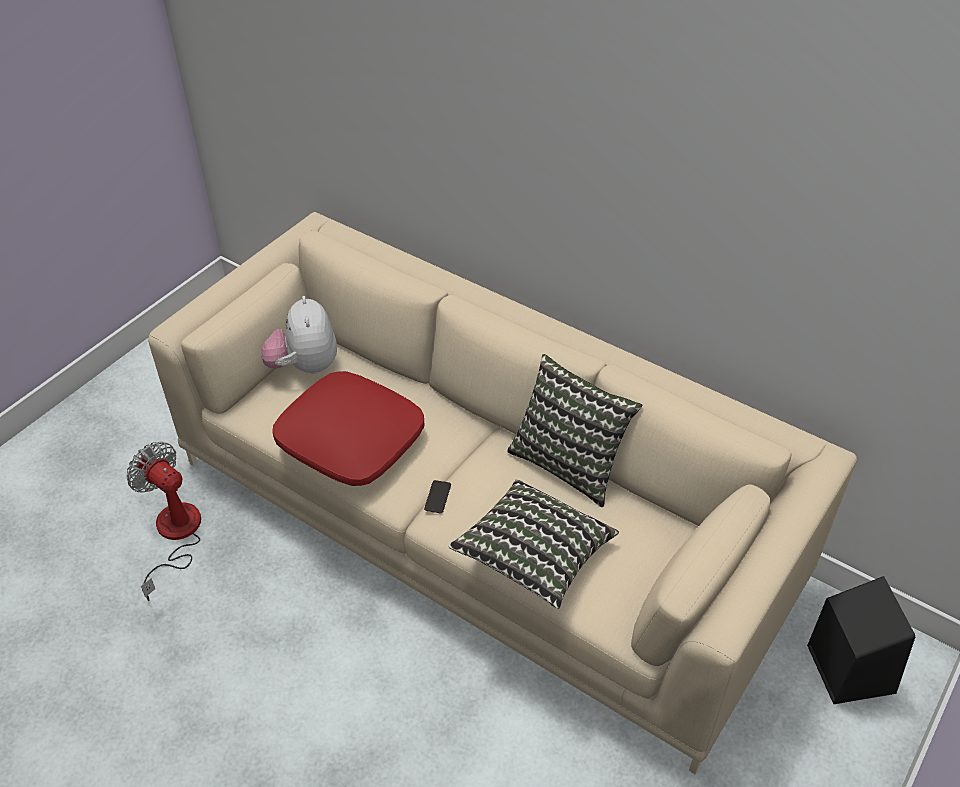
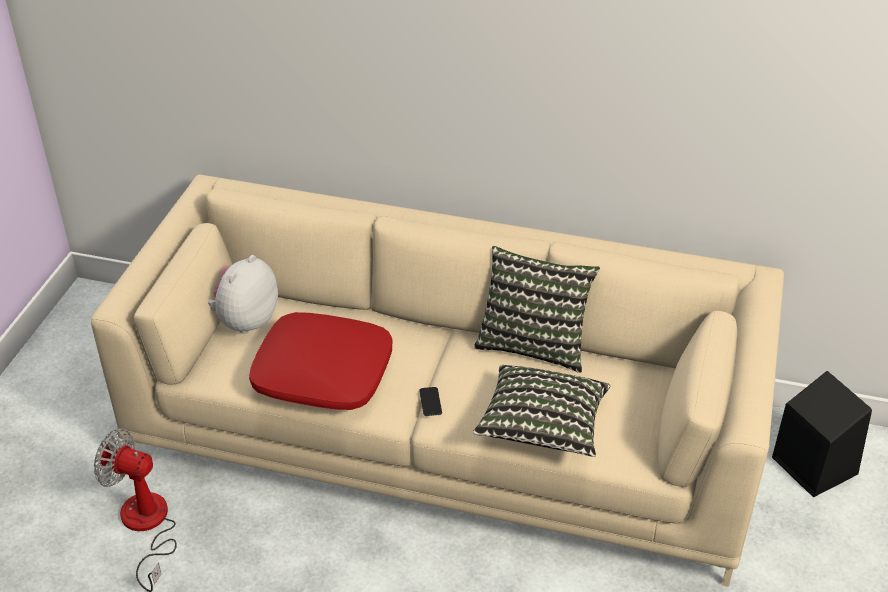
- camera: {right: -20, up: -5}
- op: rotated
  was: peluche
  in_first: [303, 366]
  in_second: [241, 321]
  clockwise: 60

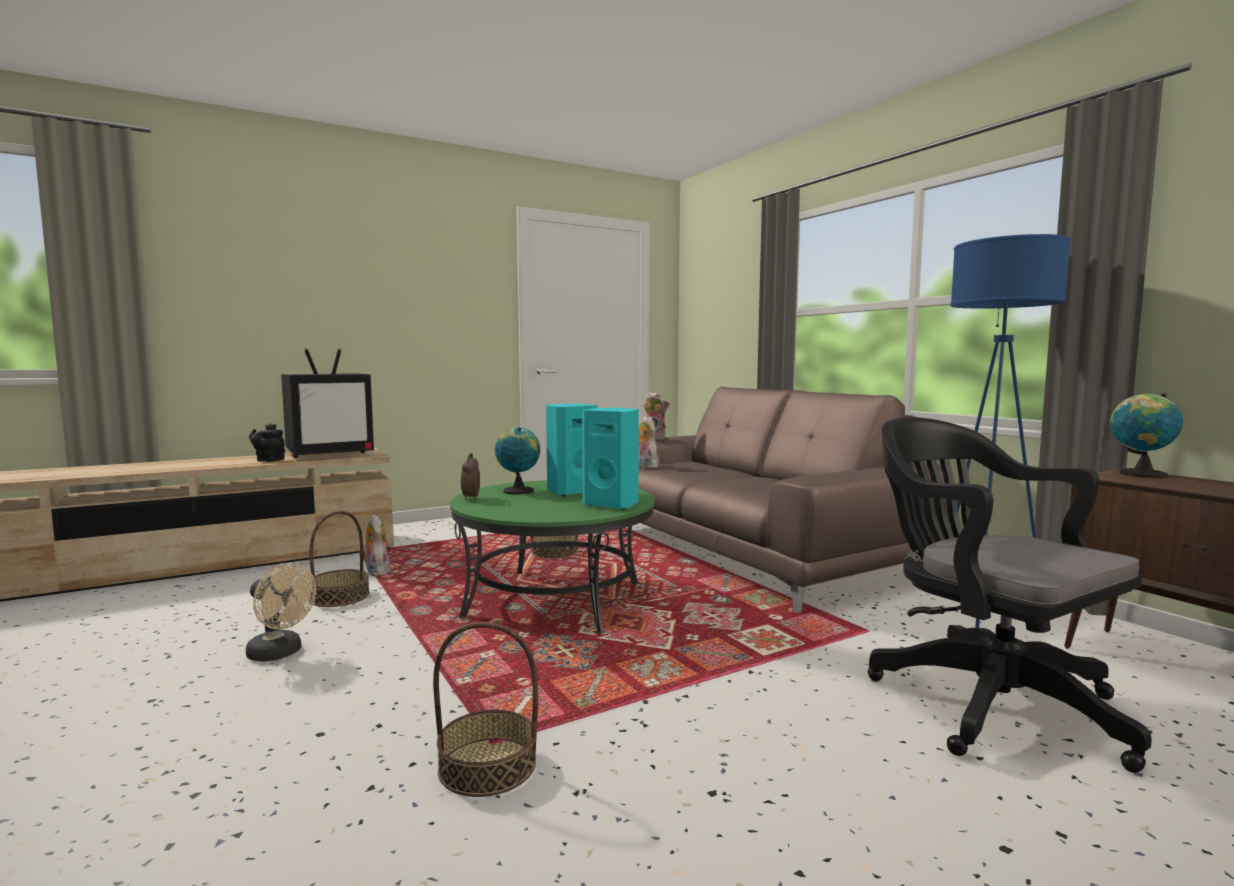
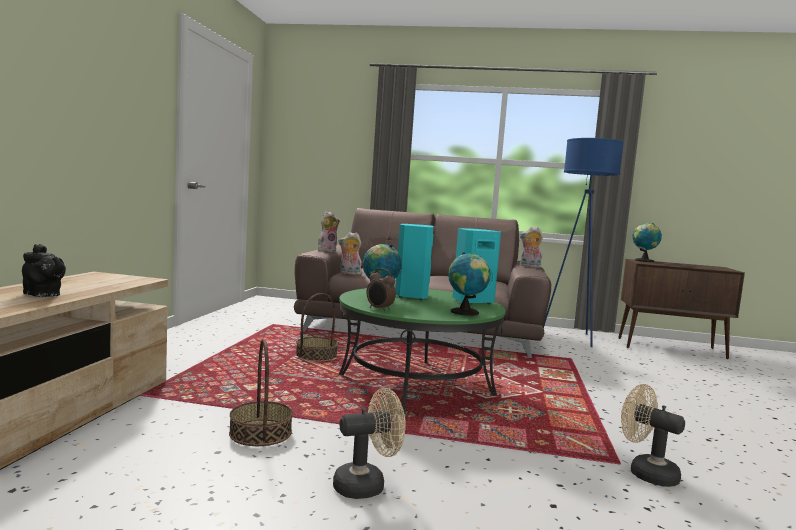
- camera: {right: -50, up: 0}
- op: gone
  was: televisor
  in_first: [331, 454]
- op: gone
  was: silla de oficina [negro]
  in_first: [985, 700]
- op: new
  now: globo terráqueo
  in_second: [466, 312]
- op: shifted
  was: peluche
  in_first: [376, 572]
  in_second: [529, 266]
- op: swapped
  was: cesta
  now: ventilador [beis]
  in_first: [487, 766]
  in_second: [646, 472]
- op: rotated
  was: tetera [negro]
  in_first: [268, 460]
  in_second: [43, 295]
  clockwise: -120

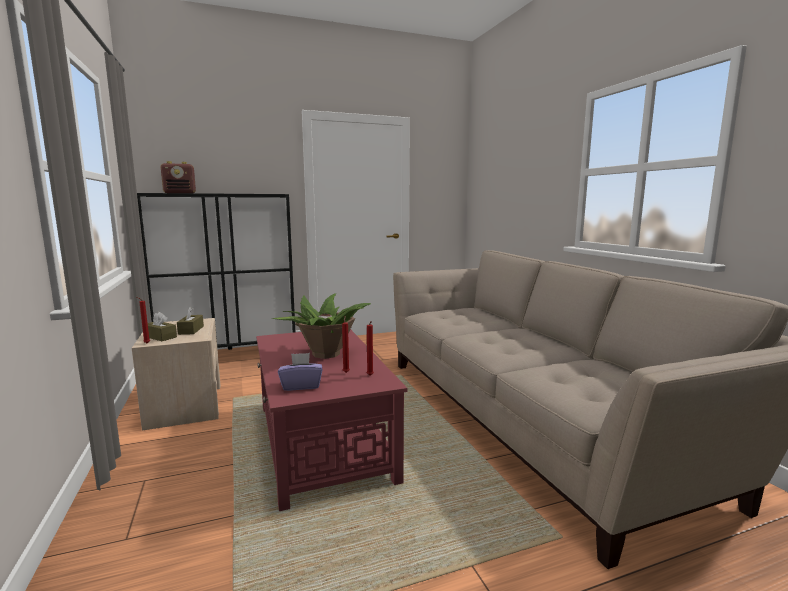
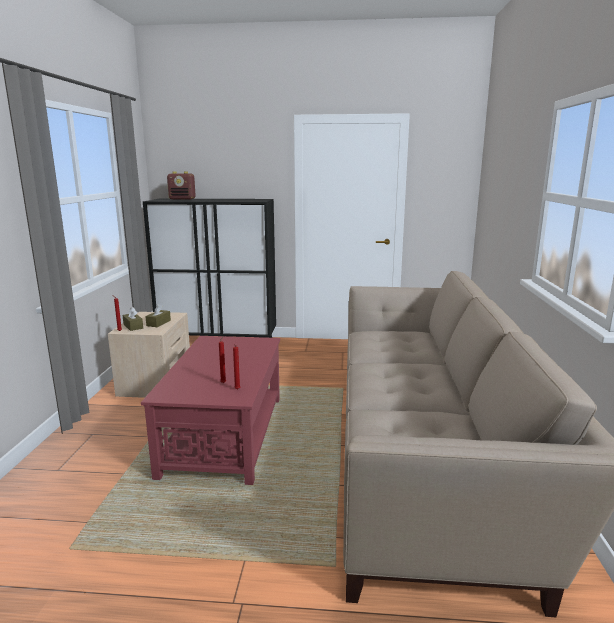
- camera: {right: 25, up: 5}
- op: gone
  was: planta en maceta
  in_first: [326, 354]
- op: gone
  was: caja de pañuelos [morado]
  in_first: [301, 385]

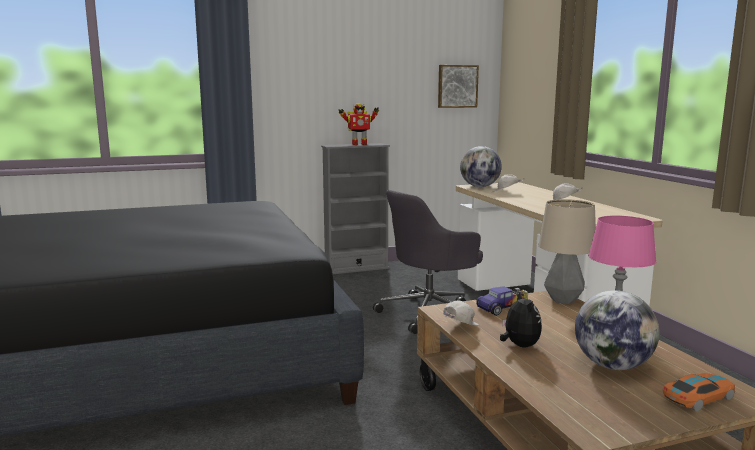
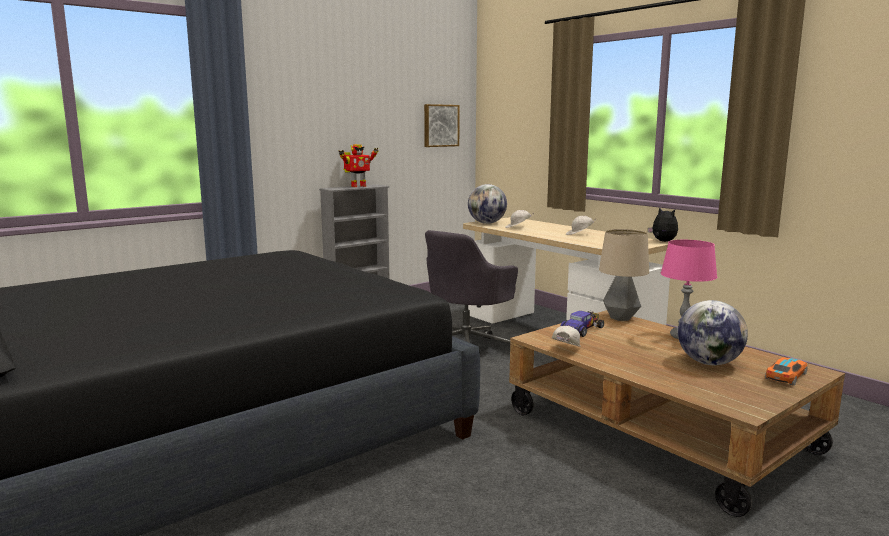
- camera: {right: -20, up: 0}
- op: shifted
  was: peluche
  in_first: [519, 345]
  in_second: [662, 241]

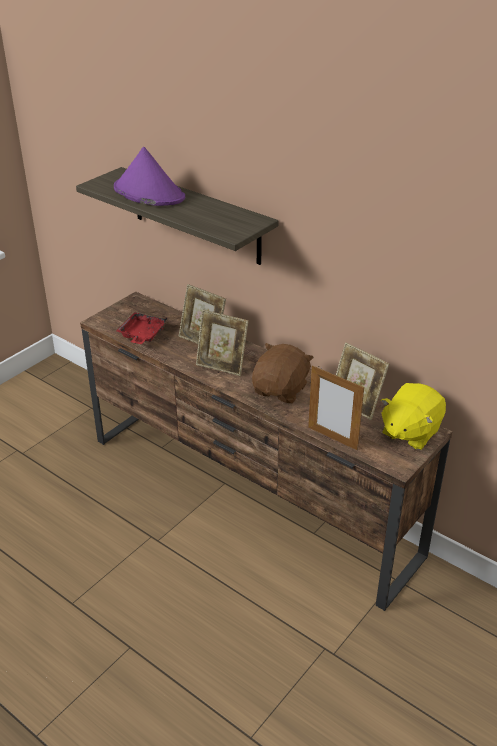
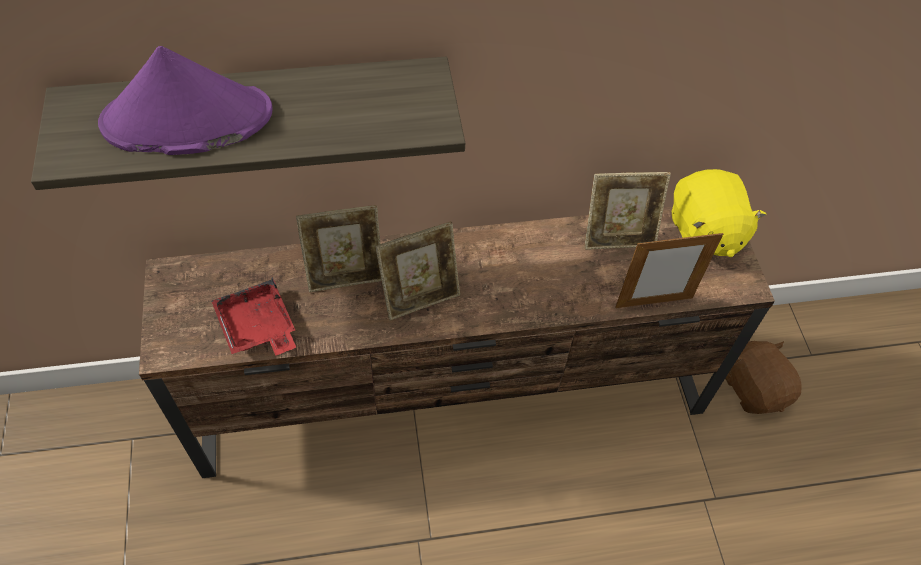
- camera: {right: -50, up: 20}
- op: shifted
  was: peluche [marrón]
  in_first: [281, 390]
  in_second: [754, 388]

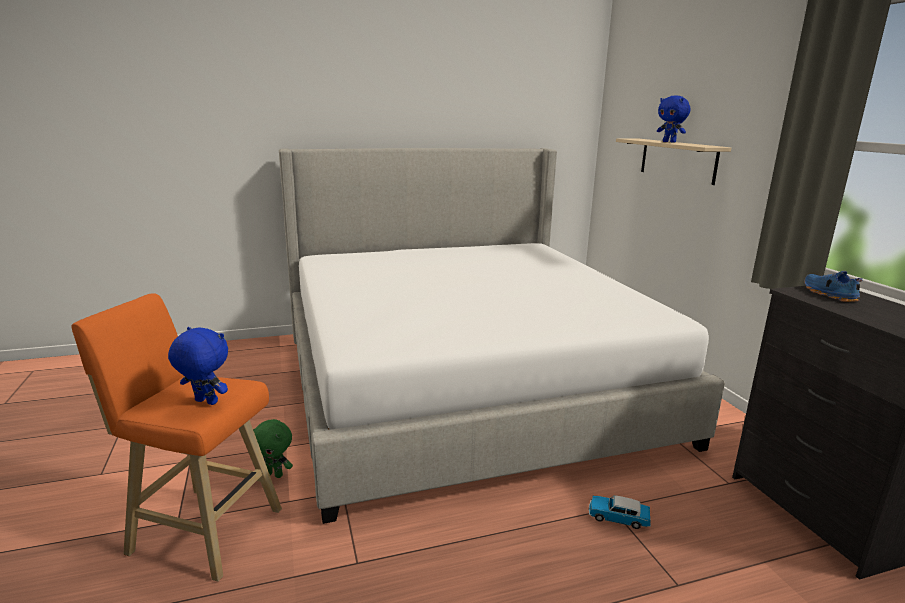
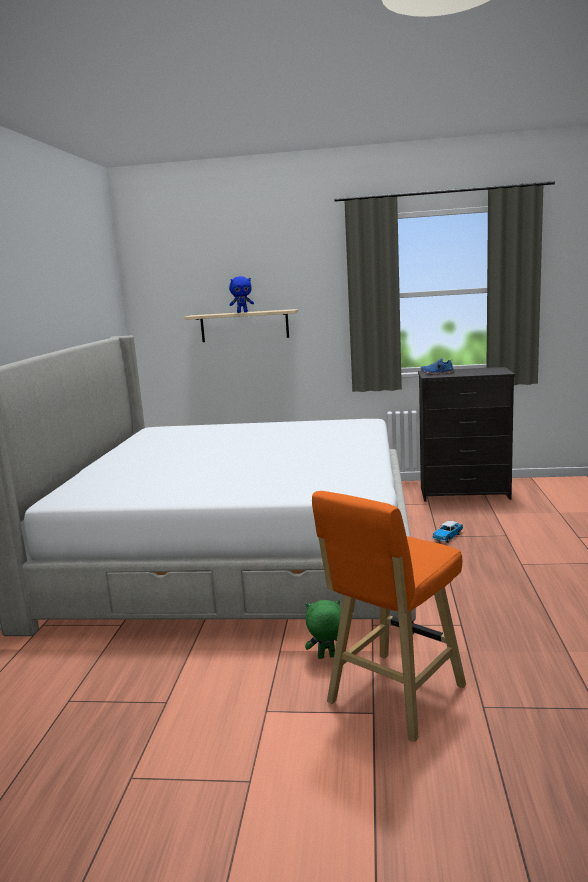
- camera: {right: -65, up: -5}
- op: gone
  was: peluche [azul]
  in_first: [205, 402]
- op: rotated
  was: peluche [verde]
  in_first: [274, 474]
  in_second: [326, 657]
  clockwise: -135

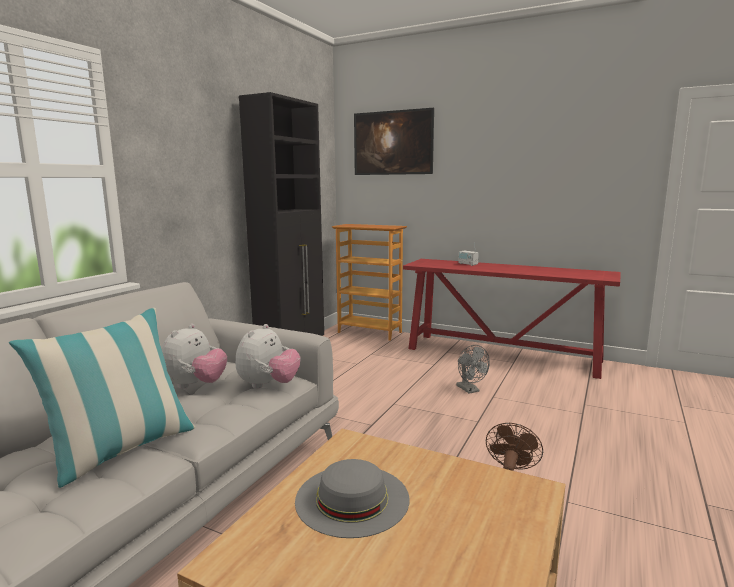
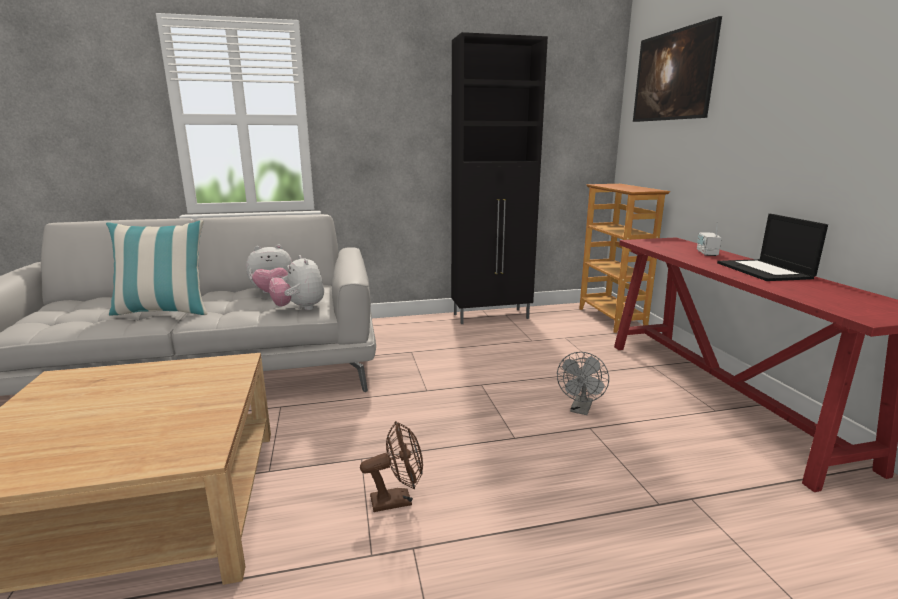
- camera: {right: 50, up: 5}
- op: gone
  was: sombrero [gris]
  in_first: [352, 498]
- op: new
  now: portátil
  in_second: [765, 271]
- op: rotated
  was: peluche
  in_first: [268, 385]
  in_second: [299, 308]
  clockwise: 75

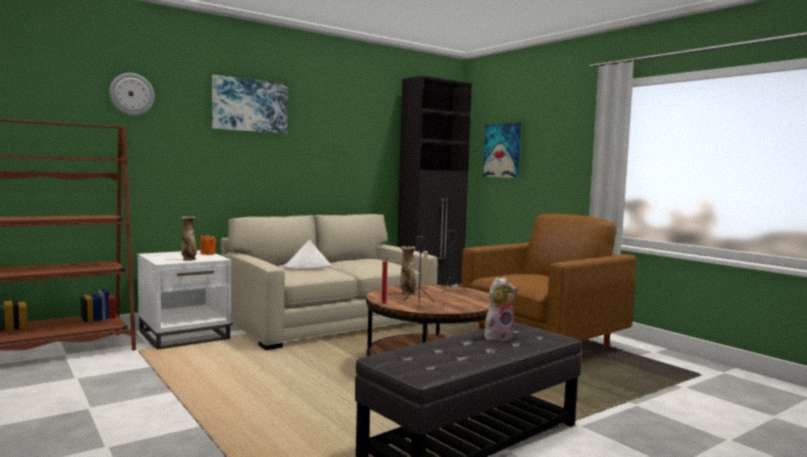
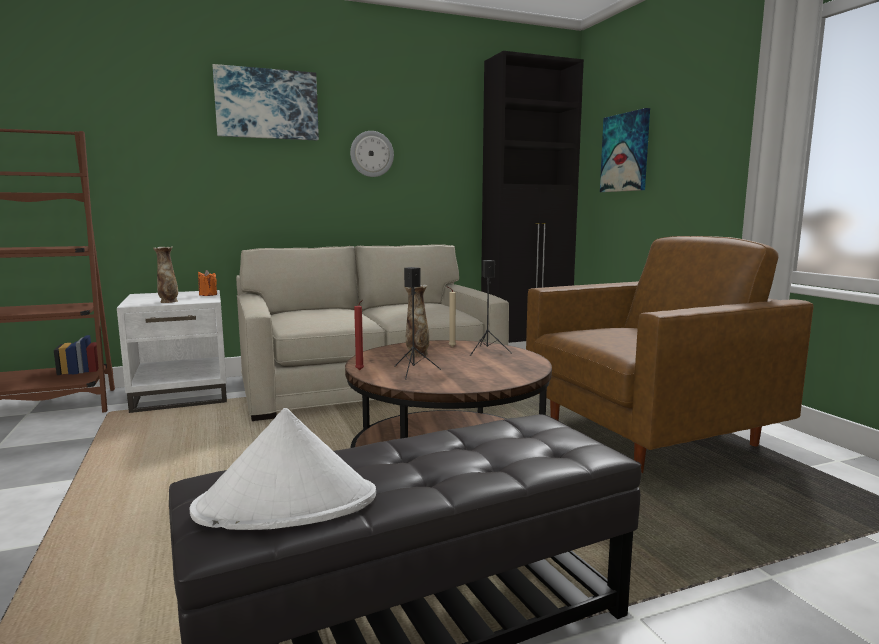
- camera: {right: 15, up: 5}
- op: gone
  was: peluche
  in_first: [498, 337]
- op: shifted
  was: reloj de pared
  in_first: [132, 94]
  in_second: [371, 154]
- op: shifted
  was: sombrero [blanco]
  in_first: [308, 267]
  in_second: [287, 504]

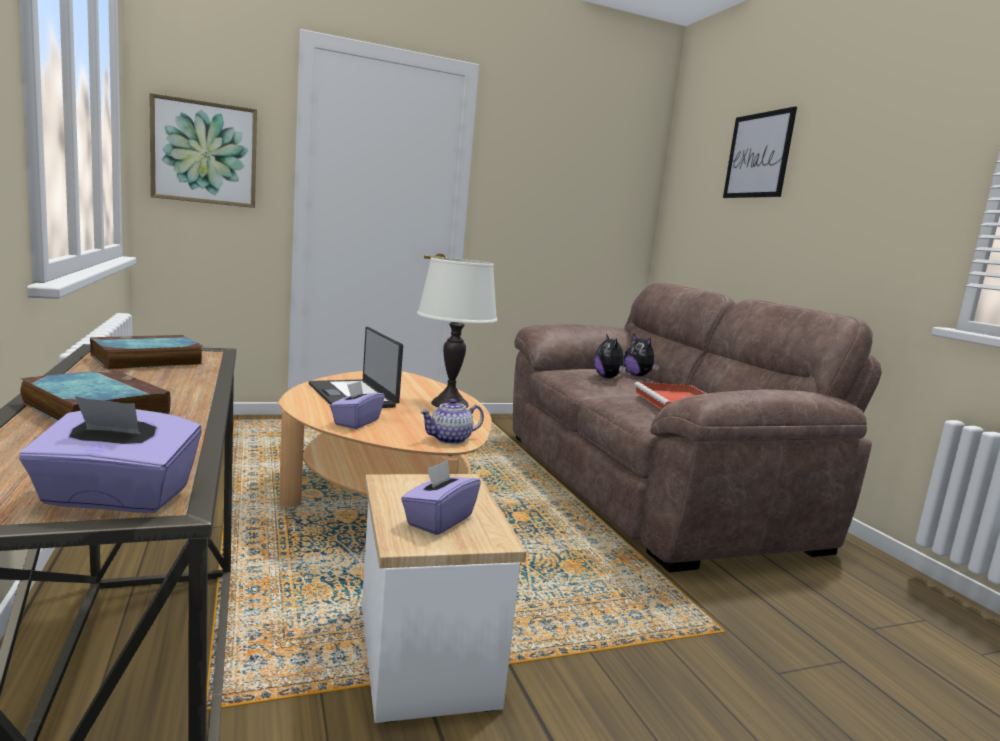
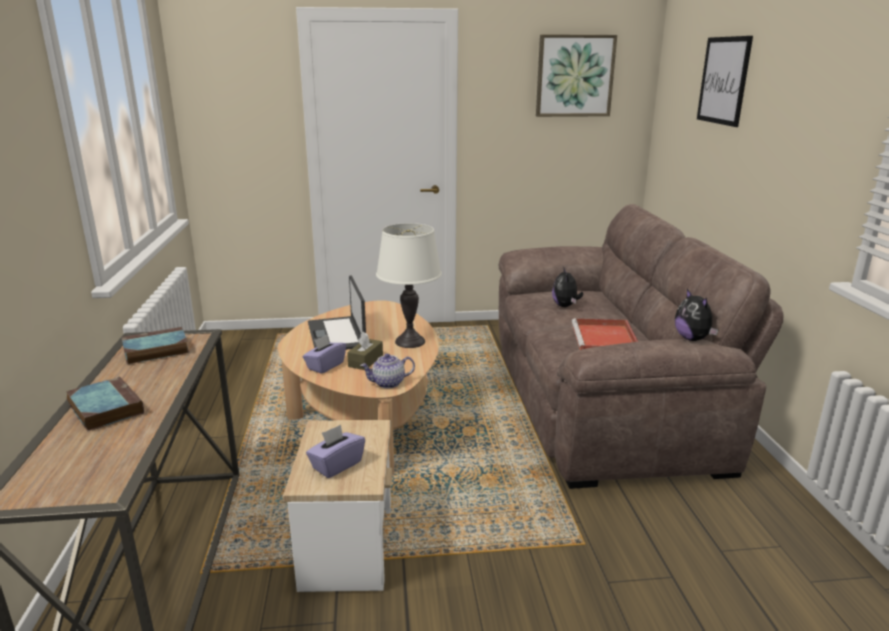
- camera: {right: 15, up: 10}
- op: gone
  was: caja de pañuelos [morado]
  in_first: [116, 498]
- op: new
  now: caja de pañuelos [marrón]
  in_second: [365, 361]
- op: shifted
  was: cuadro
  in_first: [204, 153]
  in_second: [574, 76]
- op: shifted
  was: peluche
  in_first: [638, 376]
  in_second: [692, 339]

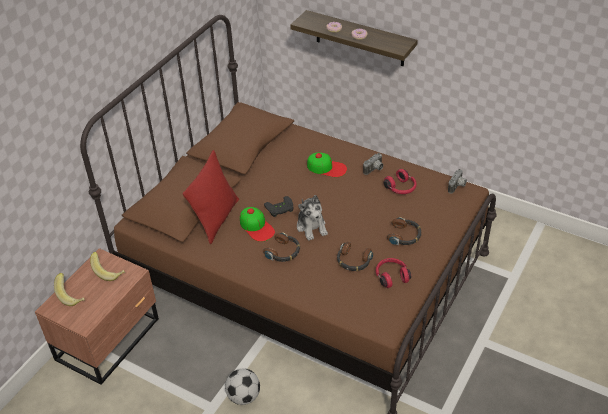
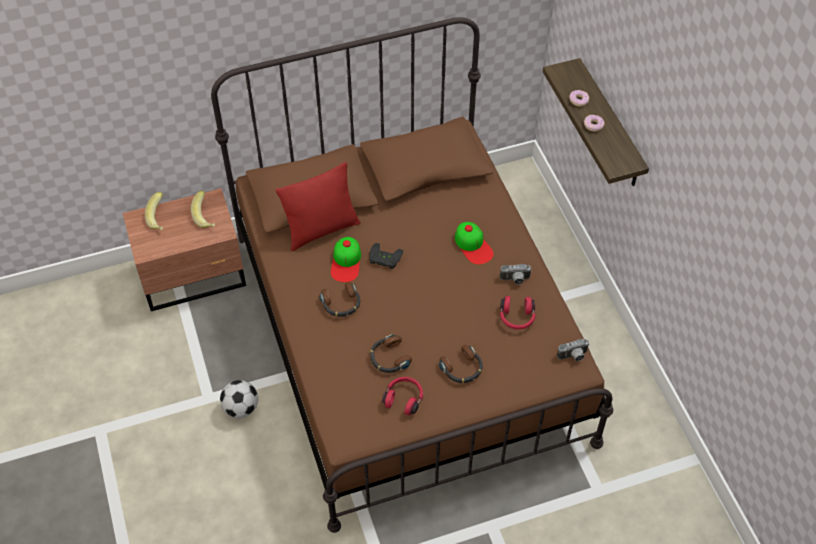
- camera: {right: 40, up: 10}
- op: gone
  was: peluche
  in_first: [311, 227]

